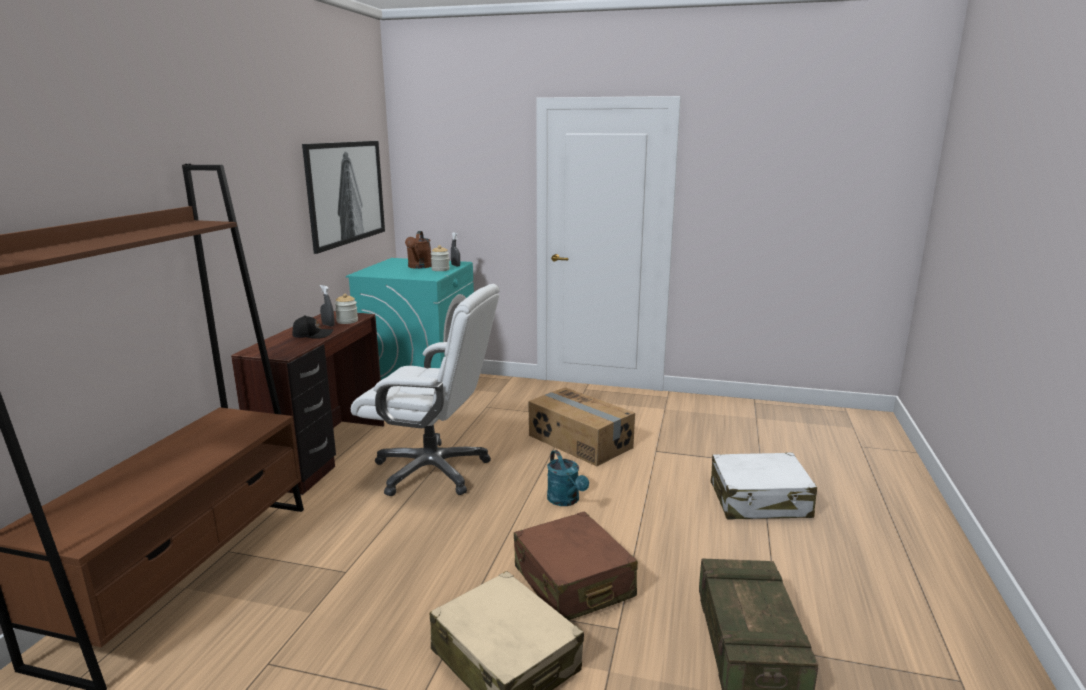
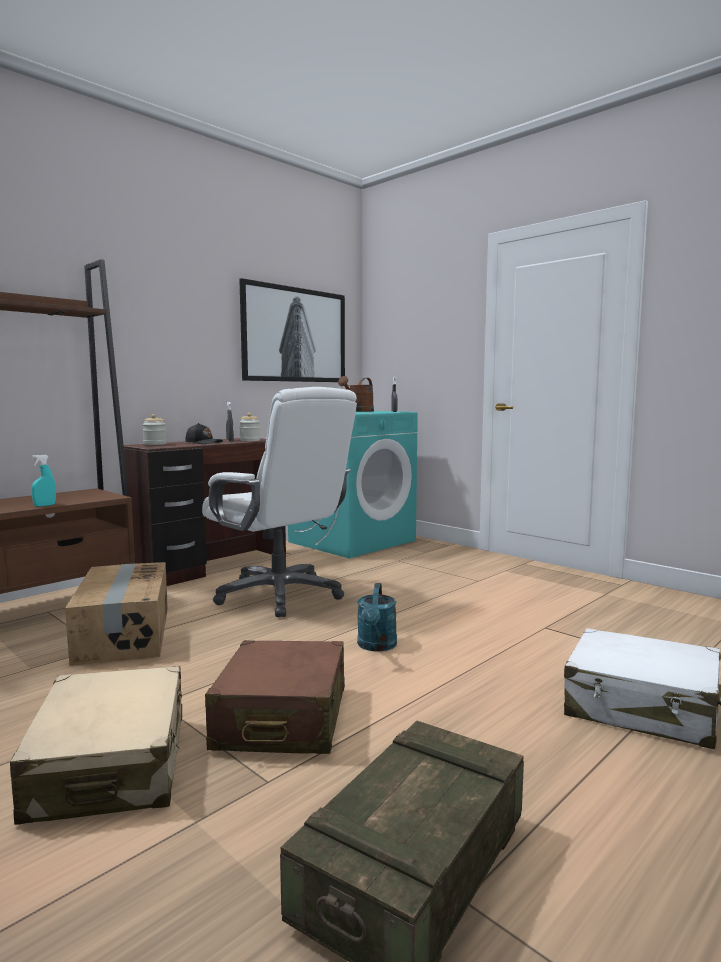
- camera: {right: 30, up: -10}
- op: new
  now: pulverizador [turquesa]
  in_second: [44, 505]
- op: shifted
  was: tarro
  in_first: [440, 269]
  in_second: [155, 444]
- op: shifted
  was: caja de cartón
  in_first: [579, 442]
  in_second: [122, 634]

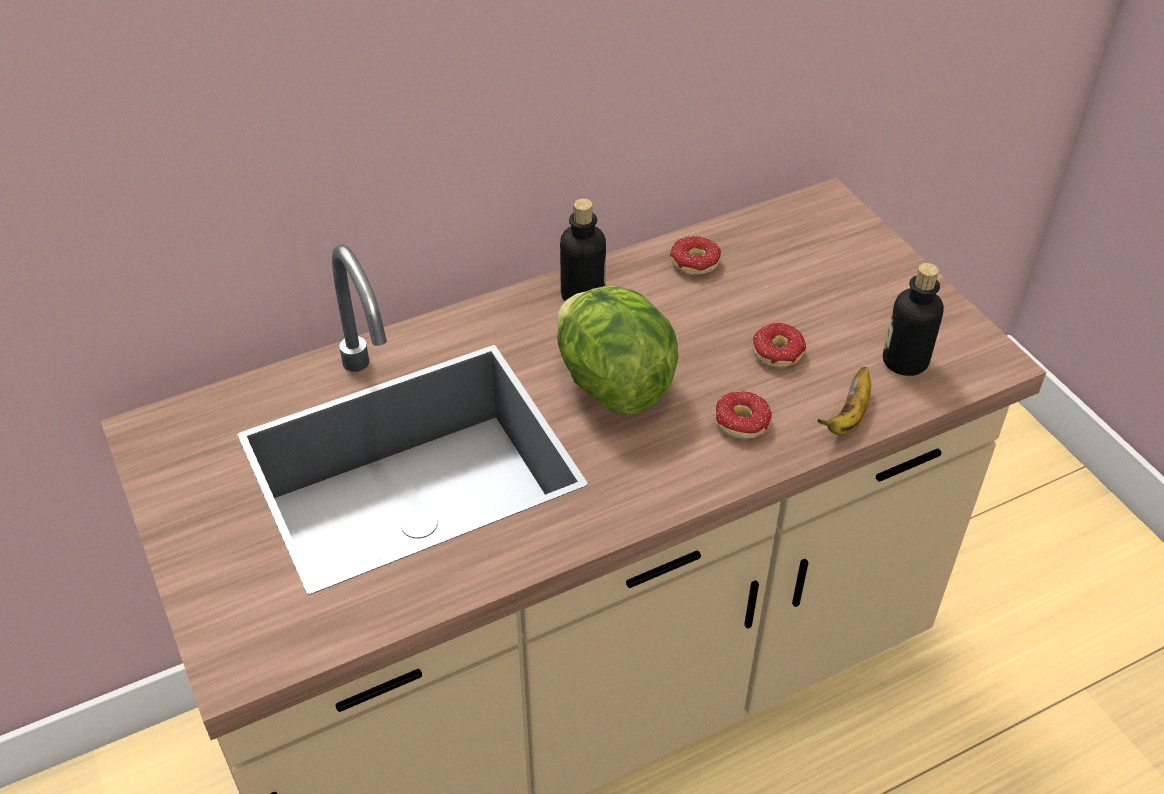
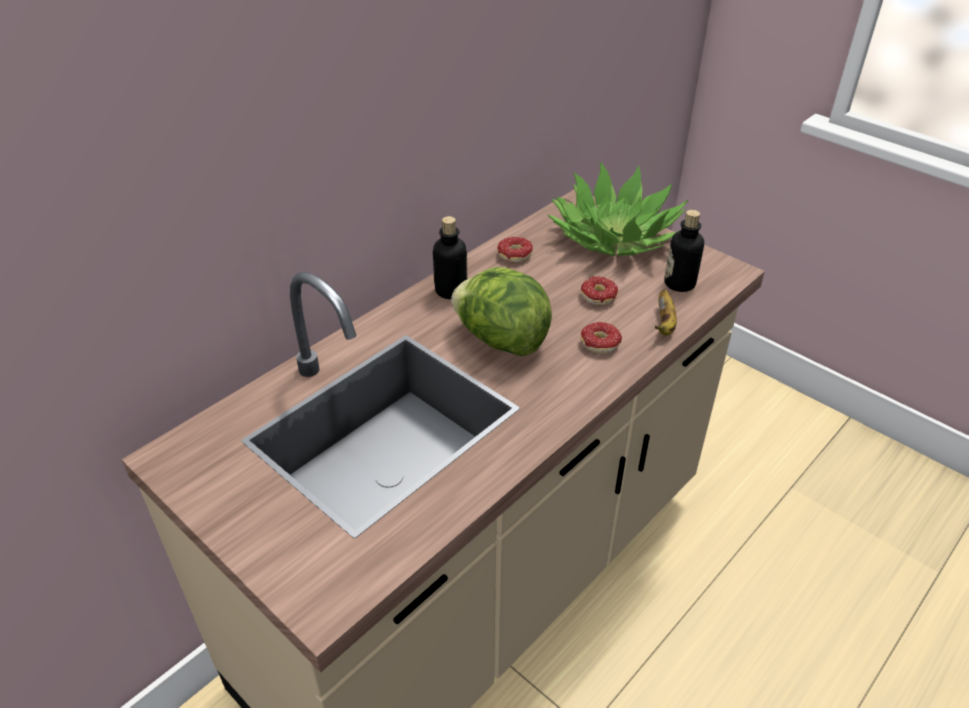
- camera: {right: -20, up: -5}
- op: new
  now: planta en maceta
  in_second: [614, 237]

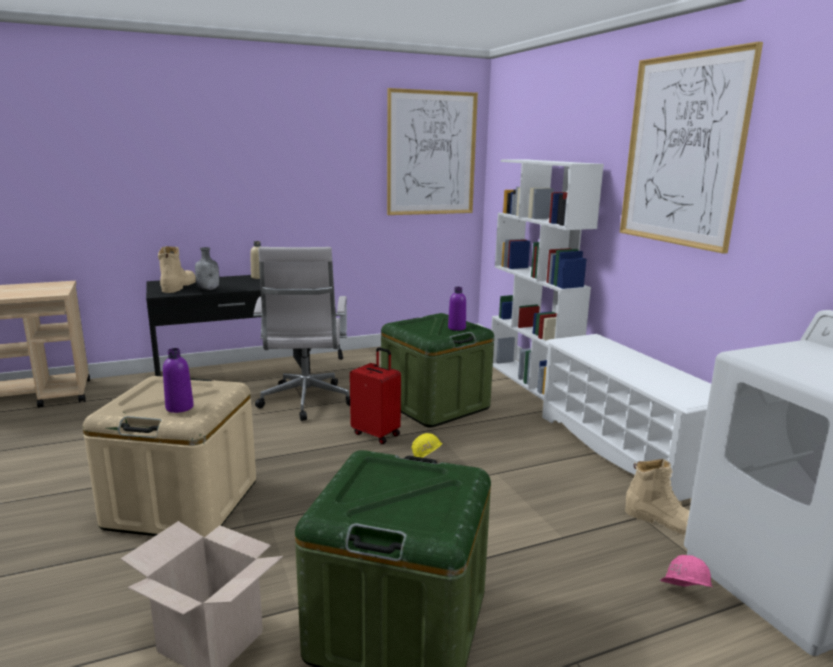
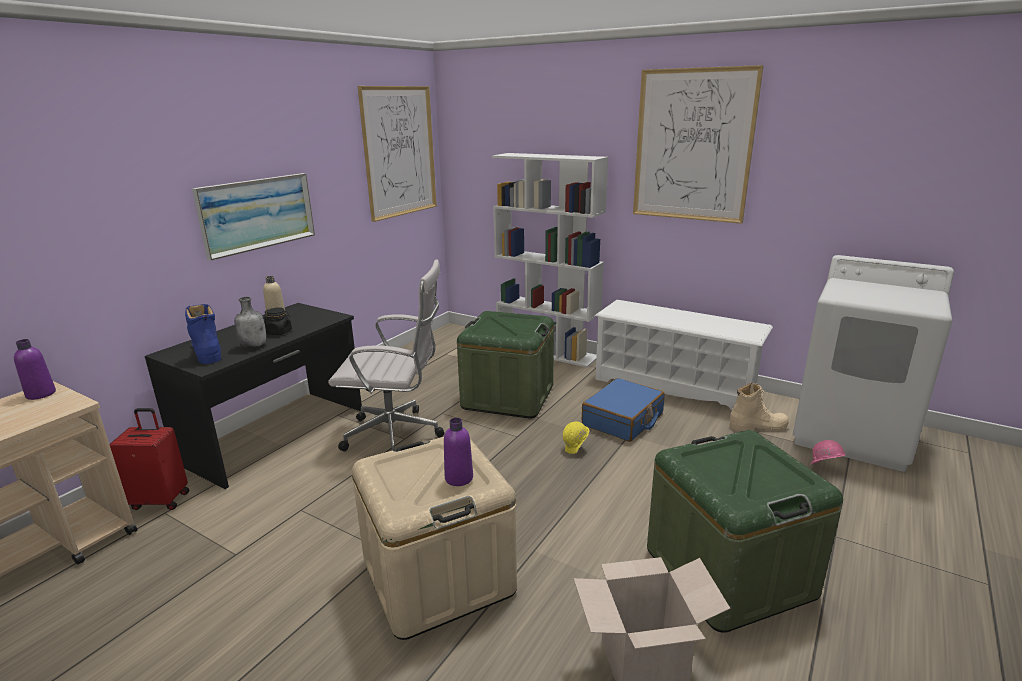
- camera: {right: -35, up: 5}
- op: new
  now: cuadro
  in_second: [257, 213]
- op: new
  now: tarro [negro]
  in_second: [279, 332]
- op: new
  now: maleta [azul]
  in_second: [623, 420]
- op: shifted
  was: maleta [rojo]
  in_first: [377, 434]
  in_second: [161, 500]
- op: shifted
  was: botella [morado]
  in_first: [456, 328]
  in_second: [41, 394]
- op: repainted
  was: bota [beis]
  now: bota [azul]
  in_first: [178, 286]
  in_second: [207, 352]
- op: rotated
  was: silla de oficina [blanco]
  in_first: [305, 403]
  in_second: [397, 435]
  clockwise: -45

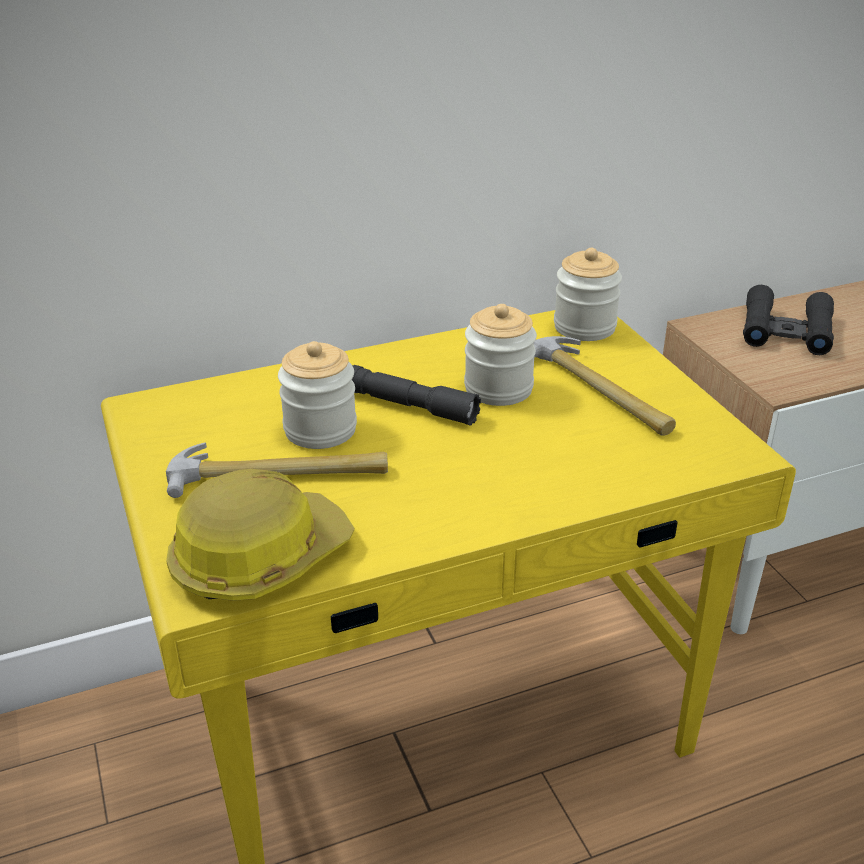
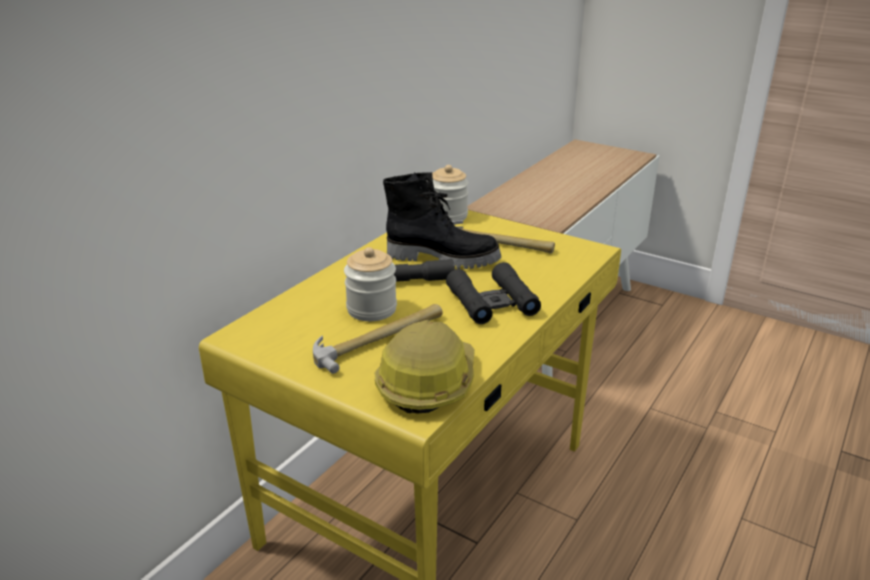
- camera: {right: -35, up: -5}
- op: shifted
  was: prismáticos [negro]
  in_first: [786, 331]
  in_second: [492, 302]
- op: swapped
  was: tarro
  now: bota [negro]
  in_first: [498, 389]
  in_second: [443, 258]

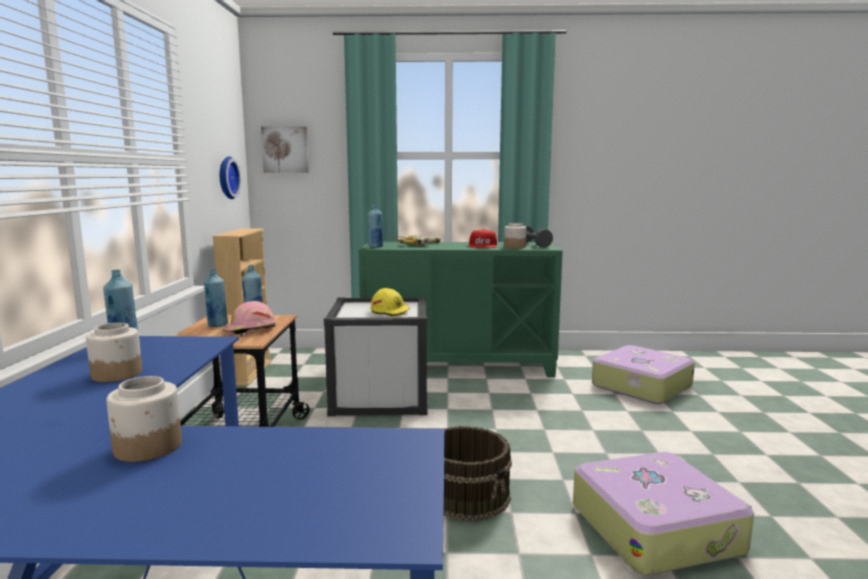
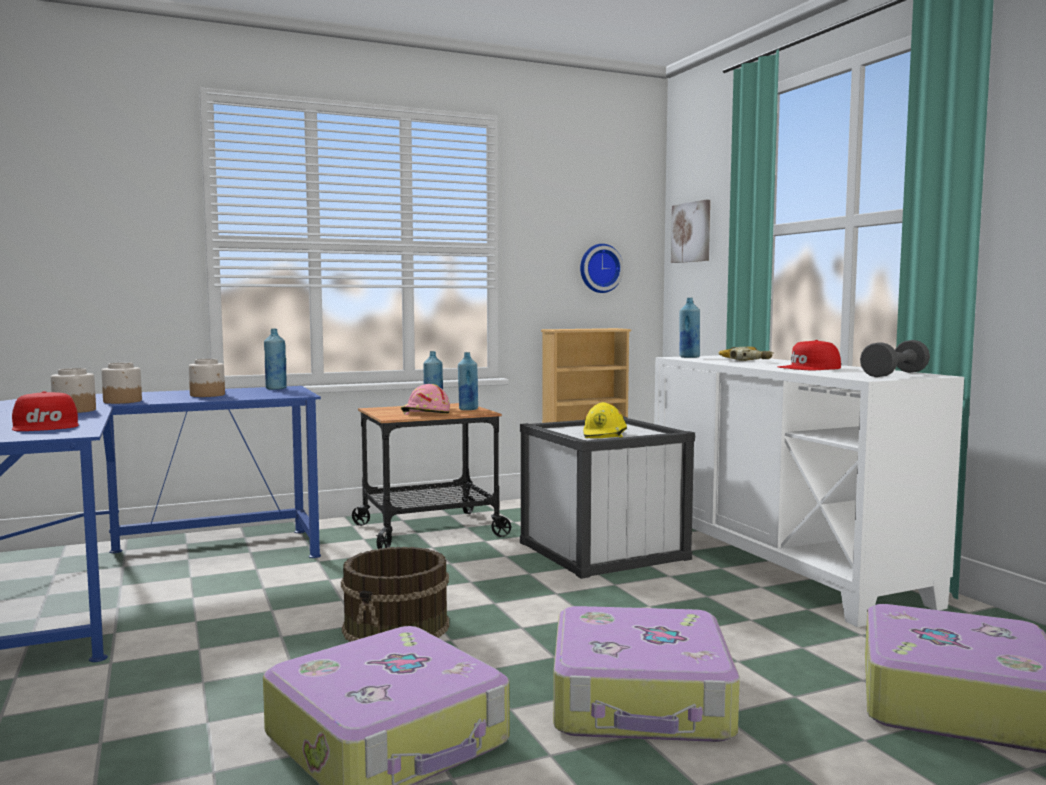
- camera: {right: 65, up: -5}
- op: new
  now: gorra [rojo]
  in_second: [47, 426]
- op: new
  now: maleta
  in_second: [642, 700]
- op: shifted
  was: tarro
  in_first: [514, 247]
  in_second: [123, 401]
- op: repainted
  was: armario [verde]
  now: armario [blanco]
  in_first: [458, 365]
  in_second: [782, 565]

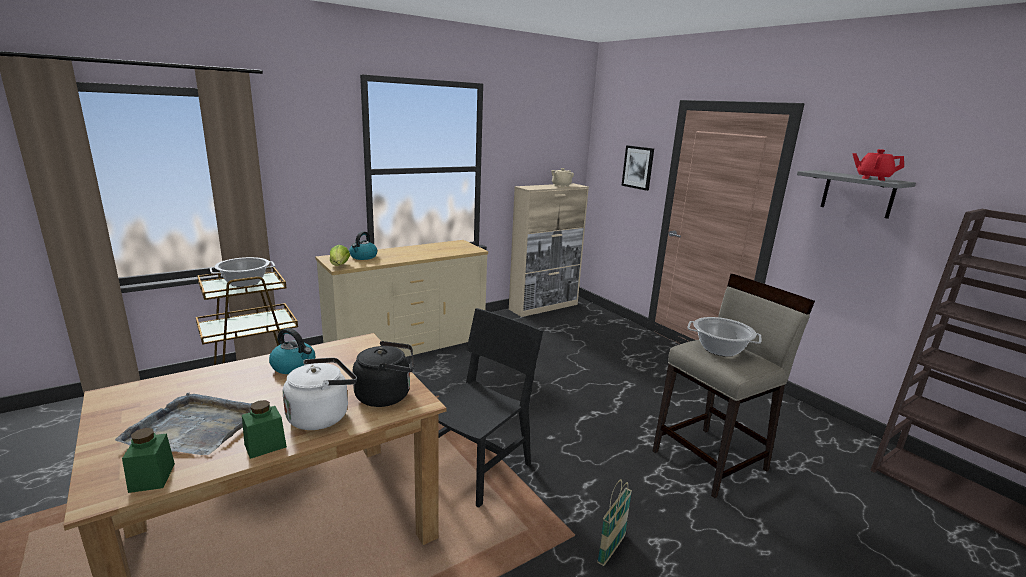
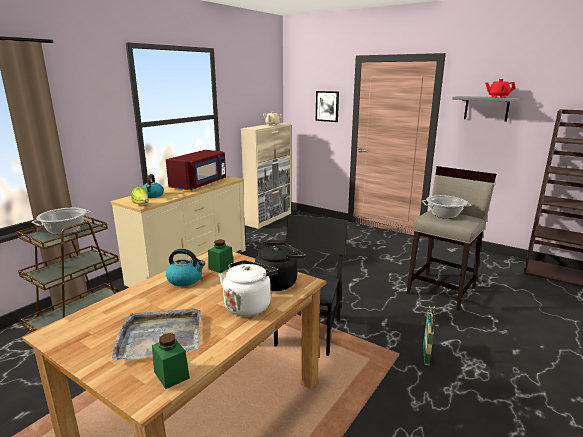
- camera: {right: -20, up: 0}
- op: new
  now: microondas [rojo]
  in_second: [200, 184]
- op: shifted
  was: tarro [verde]
  in_first: [265, 445]
  in_second: [221, 267]

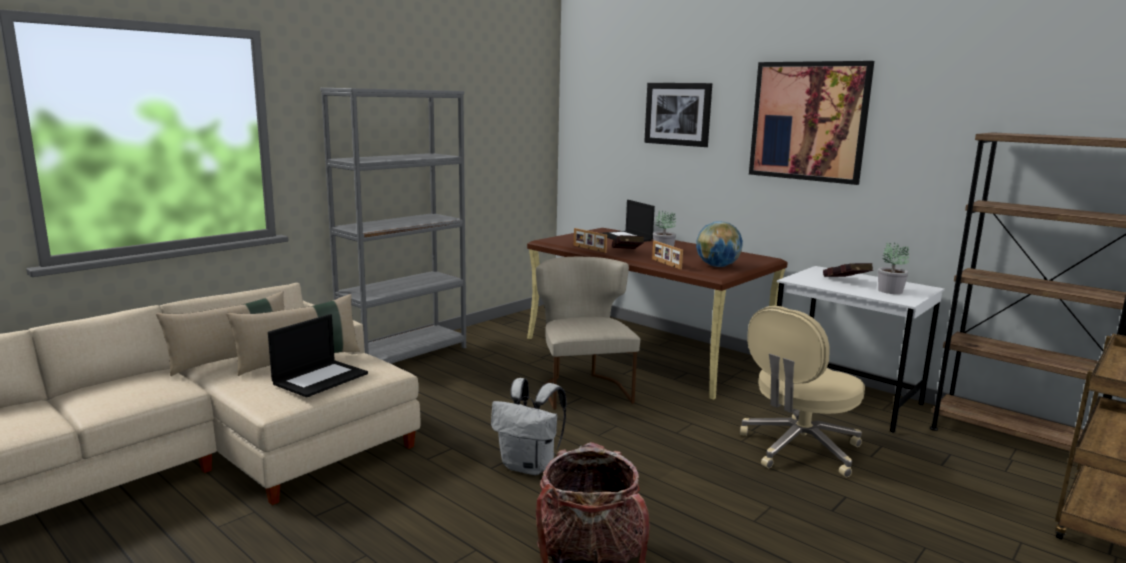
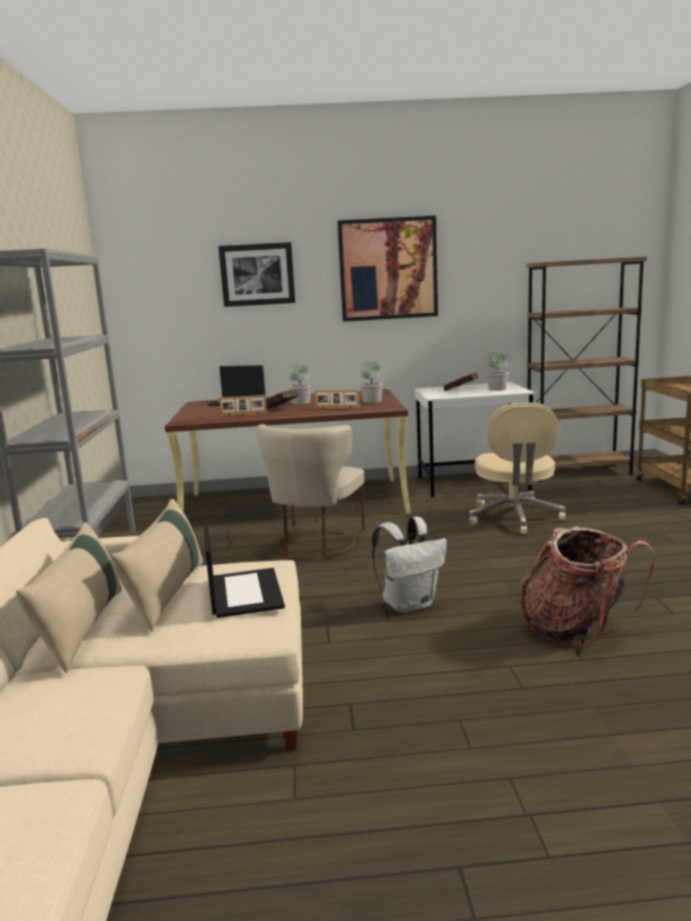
- camera: {right: -45, up: 0}
- op: swapped
  was: globo terráqueo
  now: planta en maceta
  in_first: [717, 266]
  in_second: [372, 401]
- op: rotated
  was: silla [beis]
  in_first: [583, 389]
  in_second: [316, 544]
  clockwise: -105

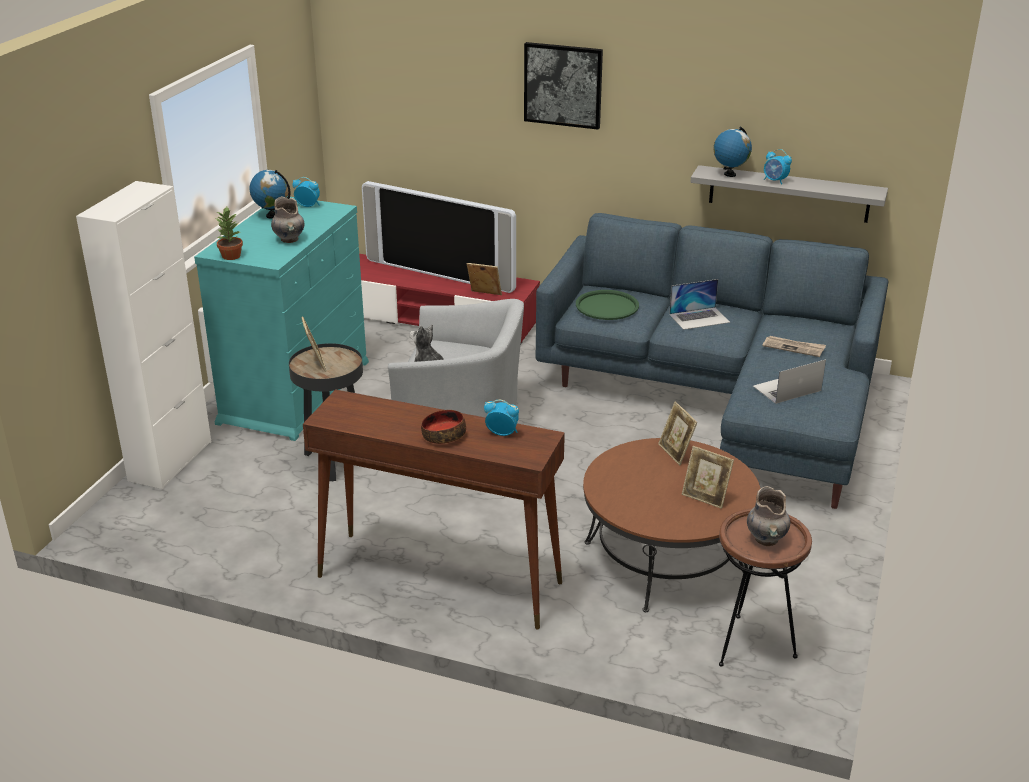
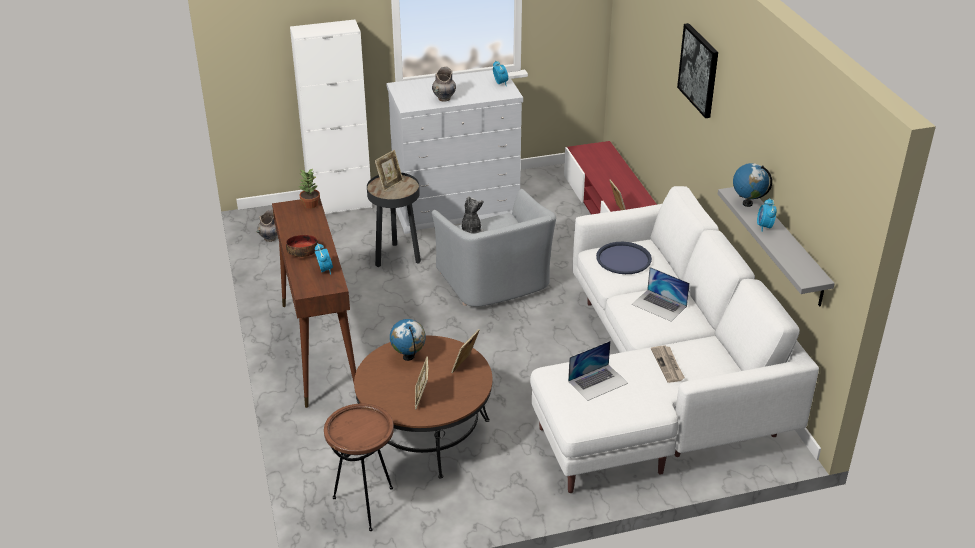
- camera: {right: 55, up: 5}
- op: gone
  was: televisor
  in_first: [442, 273]
- op: shifted
  was: planta en maceta
  in_first: [231, 256]
  in_second: [310, 204]
- op: shifted
  was: globo terráqueo
  in_first: [272, 215]
  in_second: [408, 357]
- op: shifted
  was: florero [gris]
  in_first: [766, 540]
  in_second: [270, 238]
- op: repainted
  was: cómoda [turquesa]
  now: cómoda [blanco]
  in_first: [295, 391]
  in_second: [456, 207]
- op: repainted
  was: sofá [azul]
  now: sofá [blanco]
  in_first: [721, 400]
  in_second: [659, 383]
- op: repainted
  was: bandeja [verde]
  now: bandeja [azul]
  in_first: [607, 306]
  in_second: [623, 259]
- op: rotated
  was: portátil
  in_first: [786, 388]
  in_second: [598, 382]
  clockwise: 120

